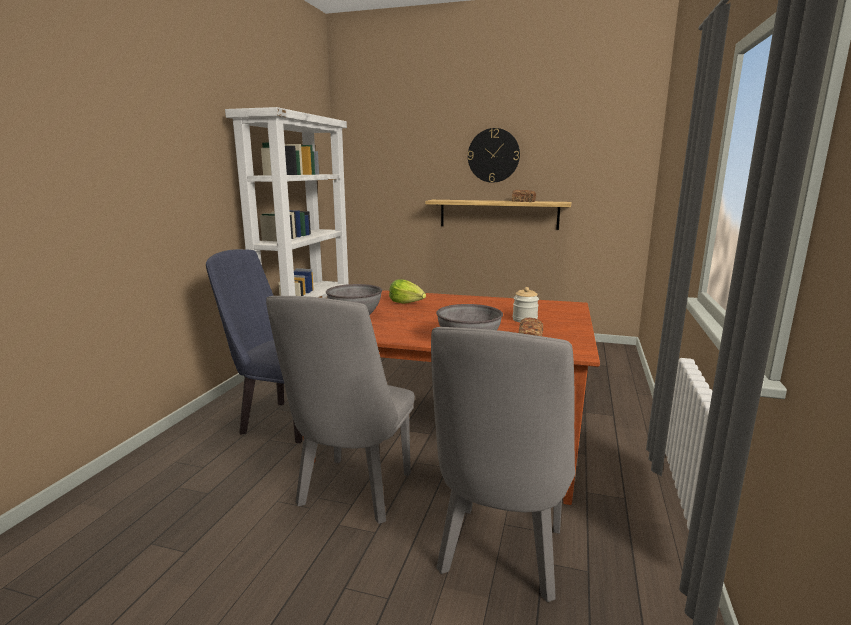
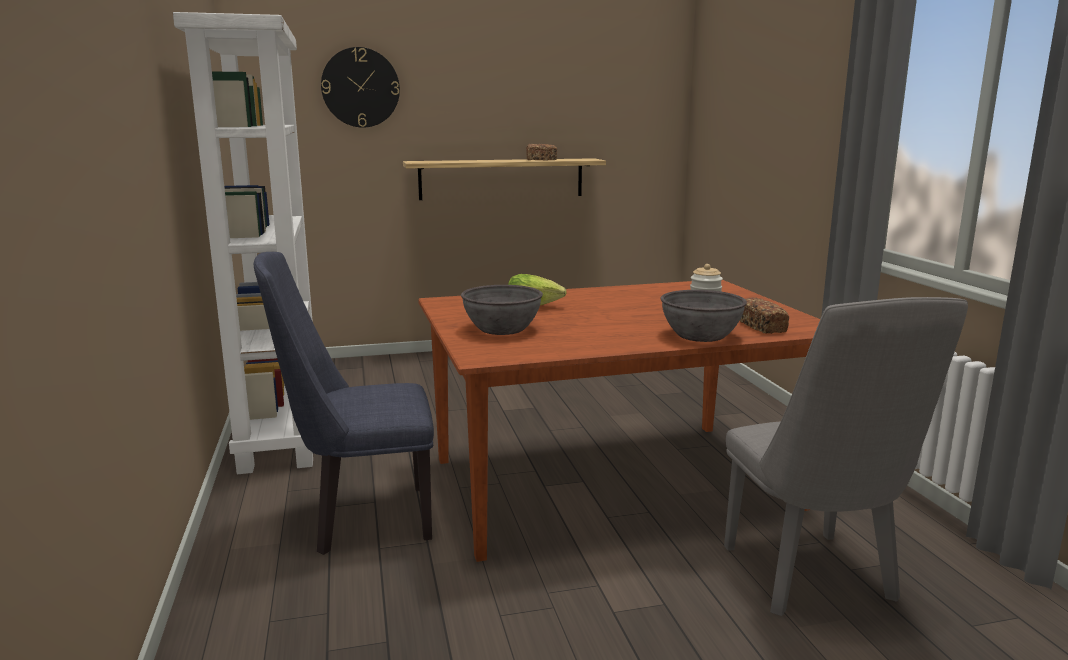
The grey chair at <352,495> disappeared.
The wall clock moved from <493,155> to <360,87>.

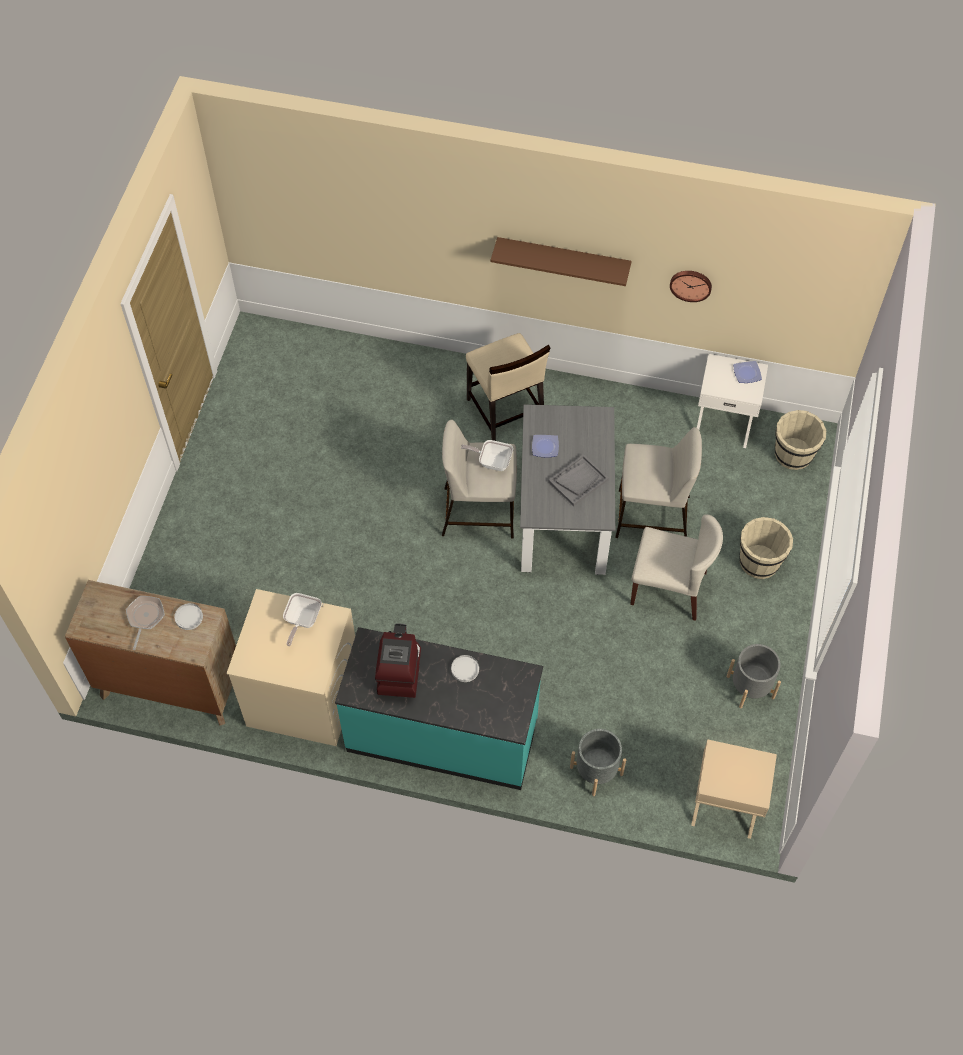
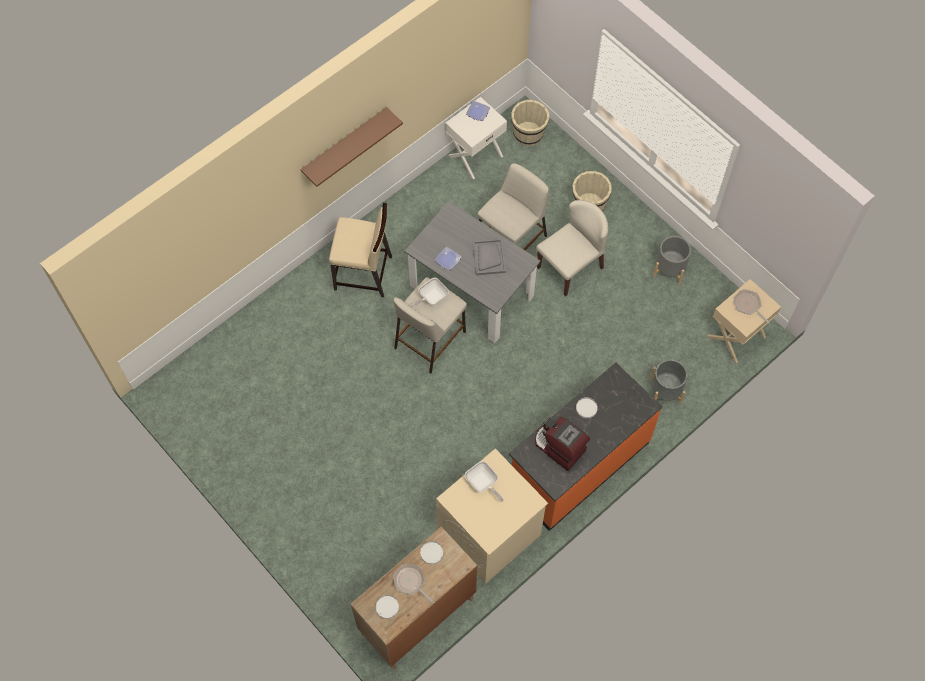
The turquoise counter at <442,735> became the orange counter at <578,465>.
The wall clock at <691,284> disappeared.
The white plate at <387,607> appeared.
The frying pan at <748,305> appeared.

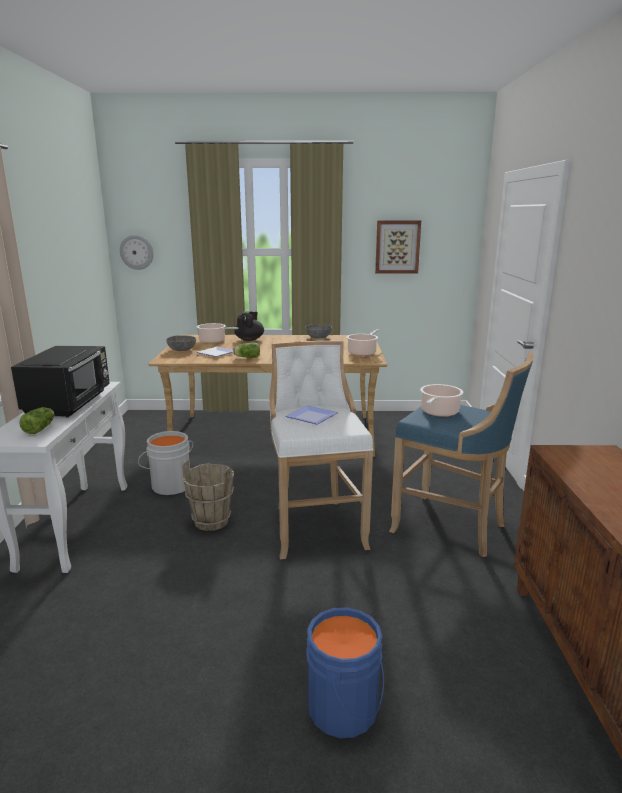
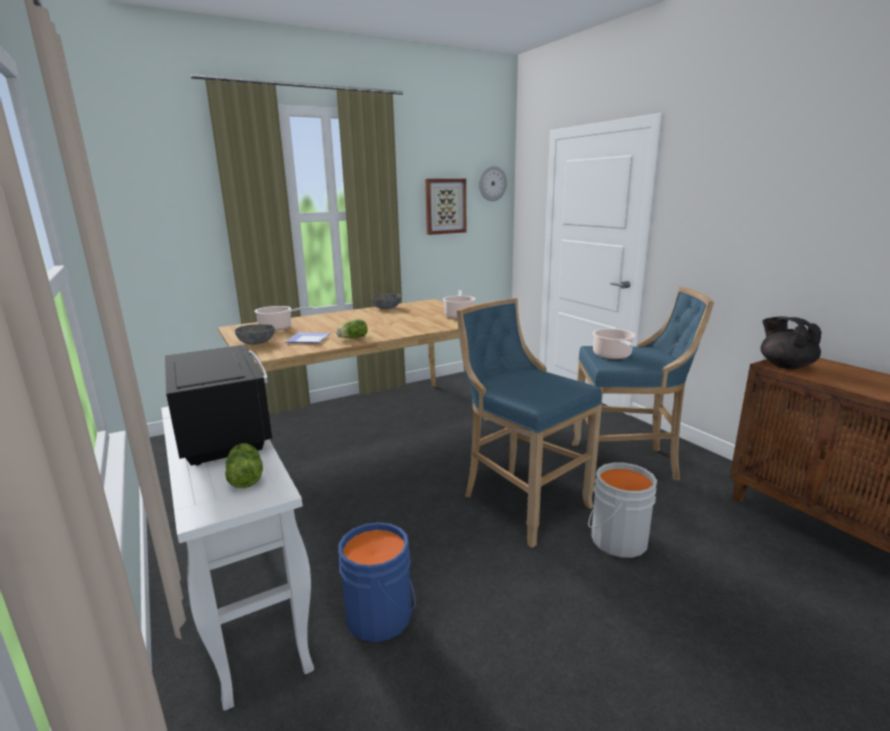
The wall clock moved from <137,252> to <492,183>.
The grey bucket moved from <171,485> to <615,539>.
The brown bucket at <211,521> disappeared.
The black teapot moved from <249,339> to <785,365>.
The white stool at <316,526> became the blue stool at <521,501>.
The plate at <309,417> disappeared.
The blue bucket moved from <346,709> to <382,615>.

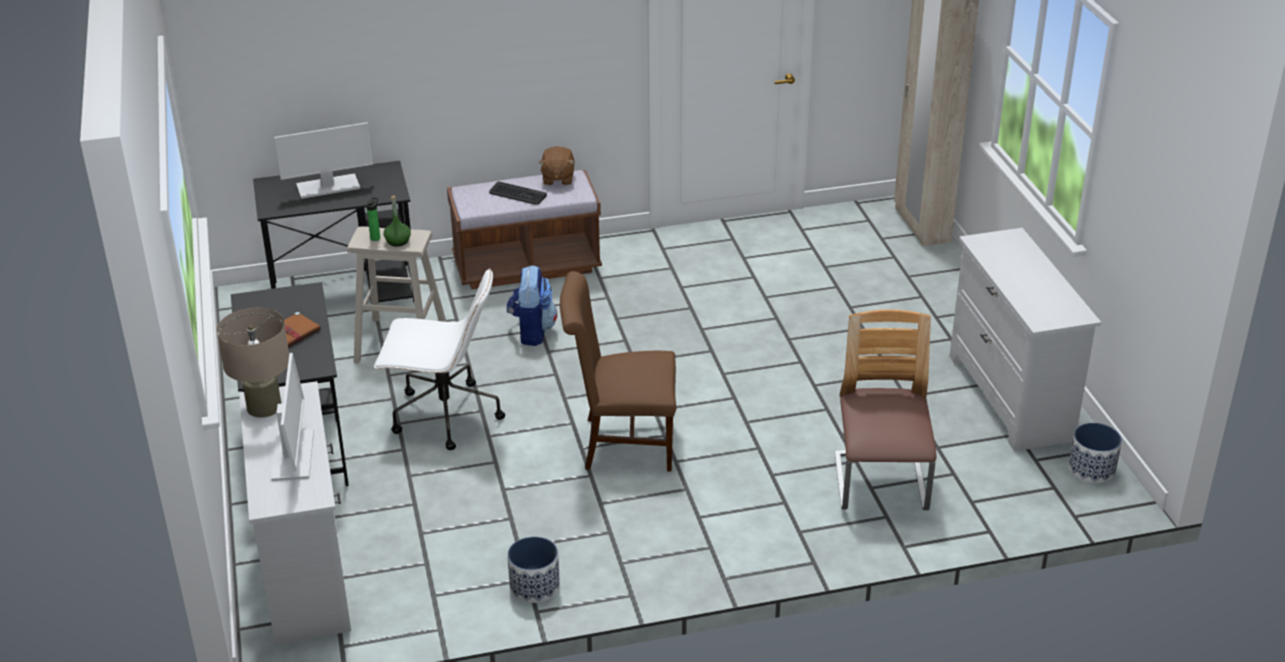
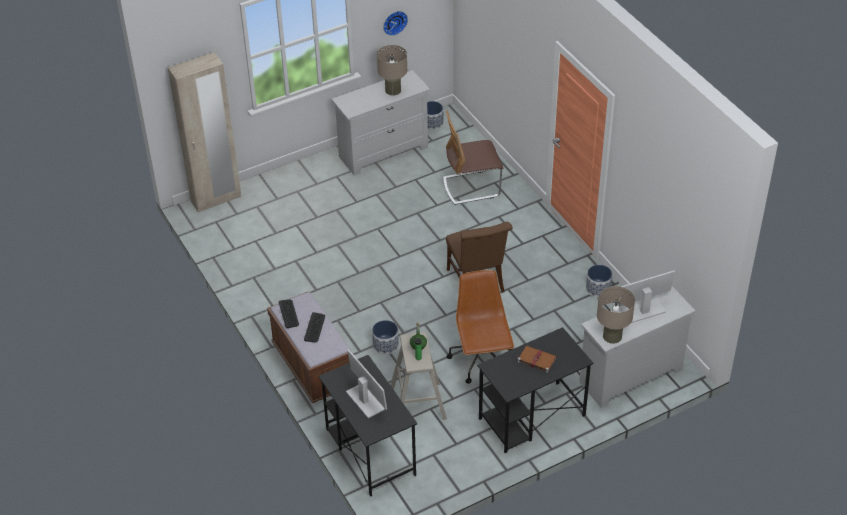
The white office chair at <444,416> became the brown office chair at <482,361>.
The backpack at <532,331> was replaced by the planter at <385,345>.
The brown plush toy at <557,178> was replaced by the keyboard at <289,314>.
The beige table lamp at <393,90> appeared.
The wall clock at <394,22> appeared.

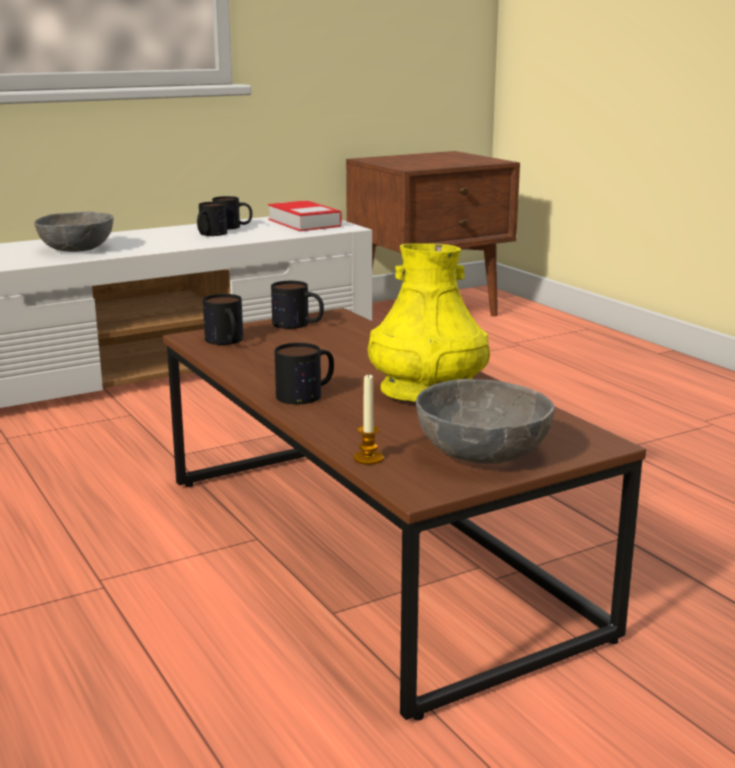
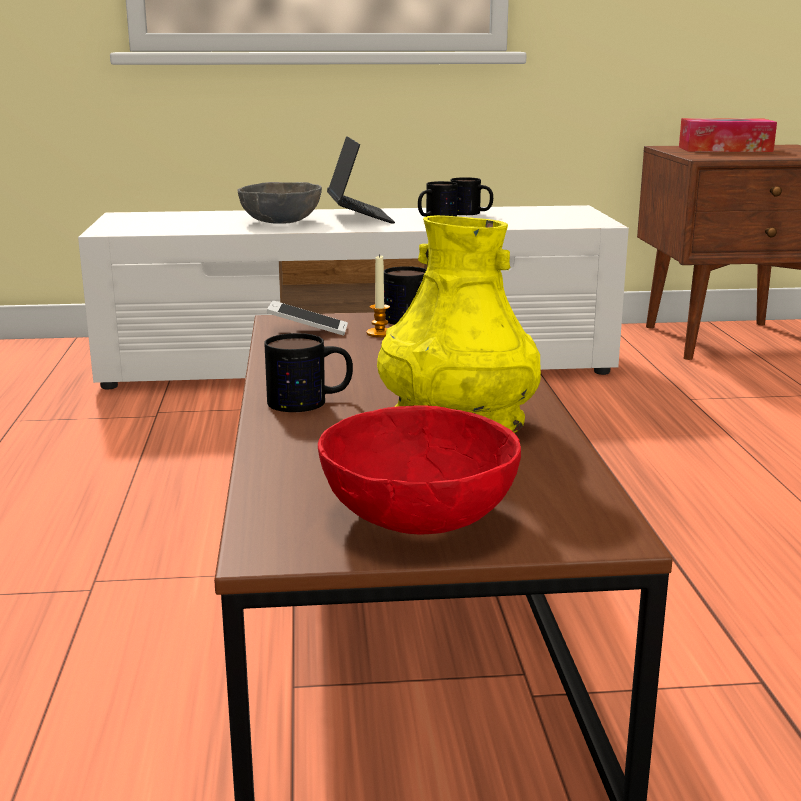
The mug at <226,342> was replaced by the phone at <308,330>.
The book at <304,223> disappeared.
The candle moved from <368,458> to <380,333>.
The grey bowl at <482,454> became the red bowl at <418,517>.
The laptop at <359,217> appeared.
The tissue box at <725,149> appeared.

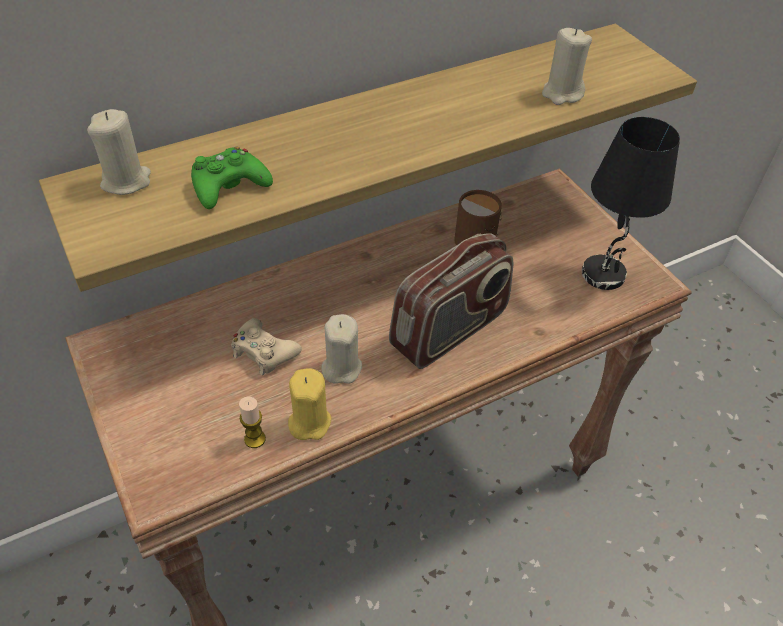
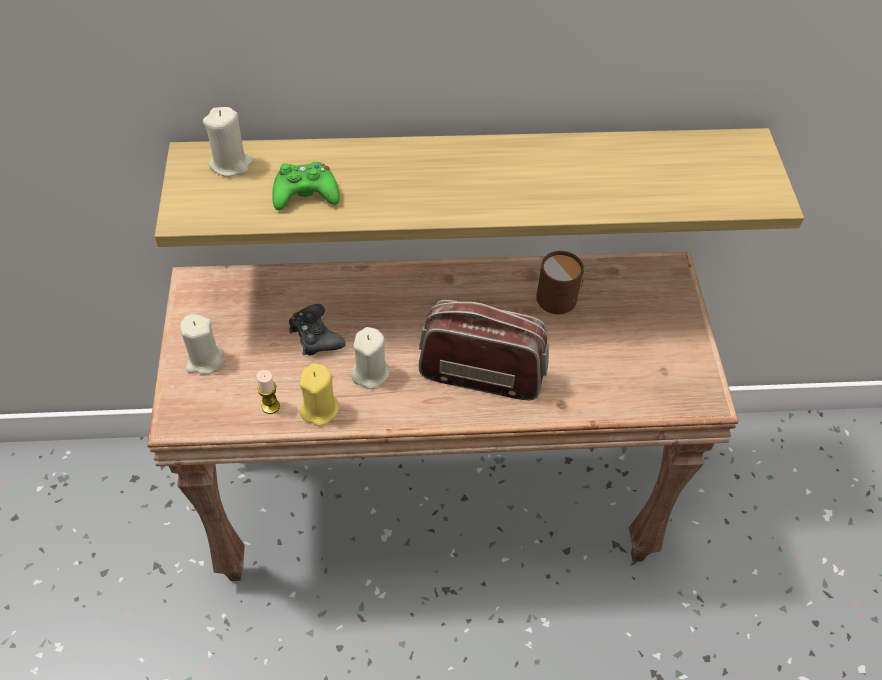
The beige game controller at <264,352> became the black game controller at <315,336>.
The radio at <450,330> turned 150 degrees counterclockwise.
The beige candle moved from <562,93> to <204,360>.
The black table lamp at <604,275> disappeared.

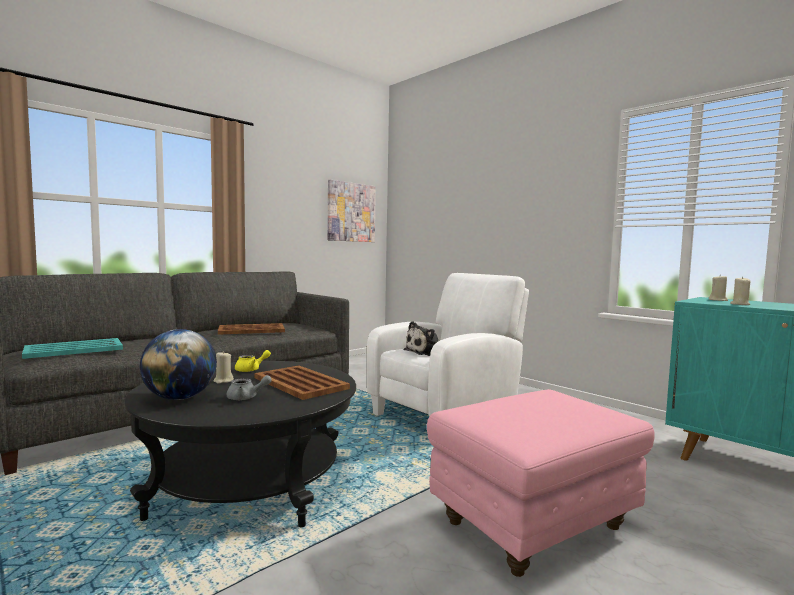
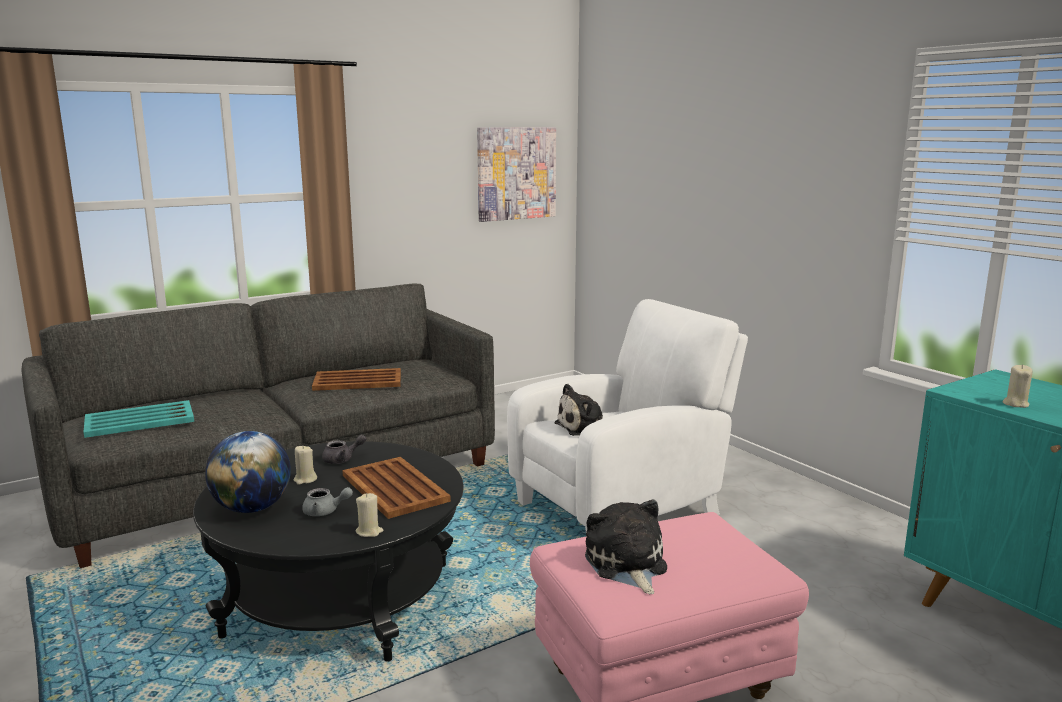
The yellow teapot at <251,369> became the grey teapot at <342,459>.
The beige candle moved from <718,300> to <369,532>.
The plush toy at <626,565> appeared.

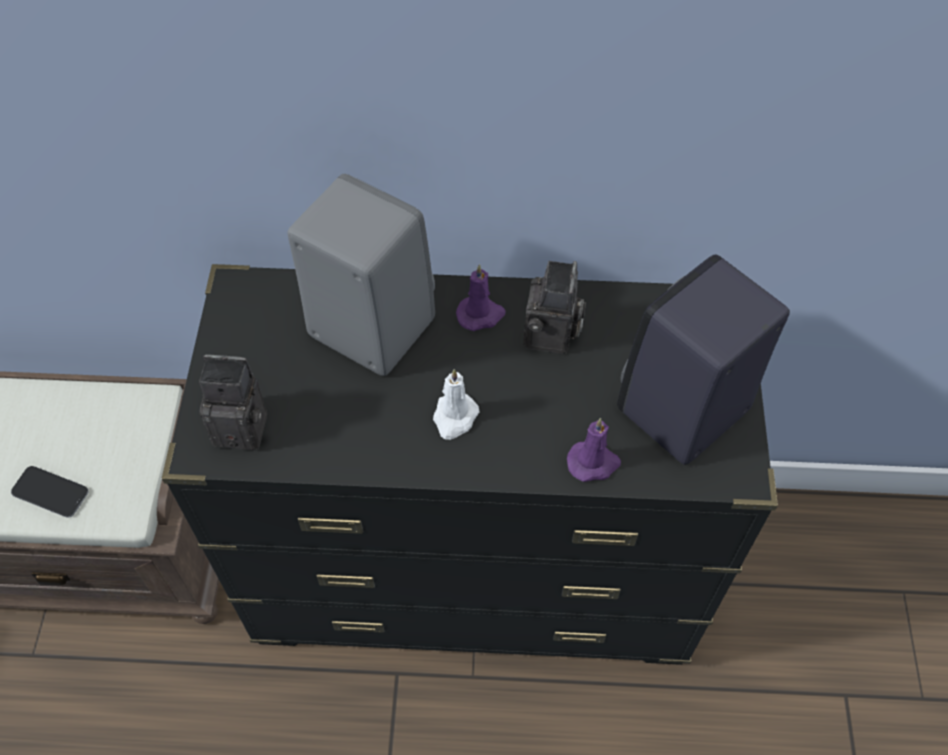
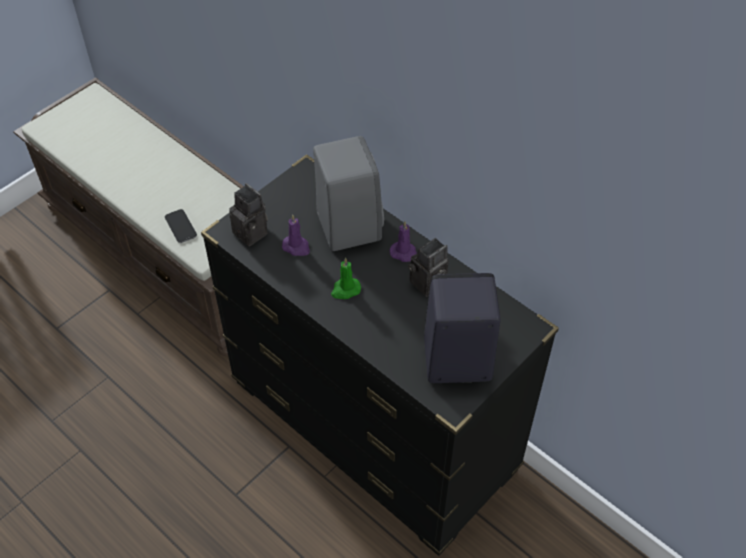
The white candle at <454,418> became the green candle at <345,290>.
The purple candle moved from <593,463> to <297,247>.

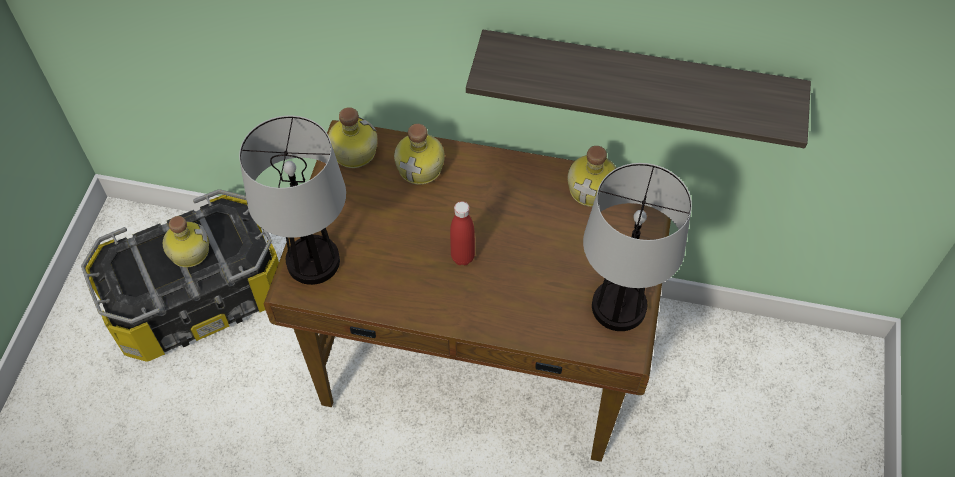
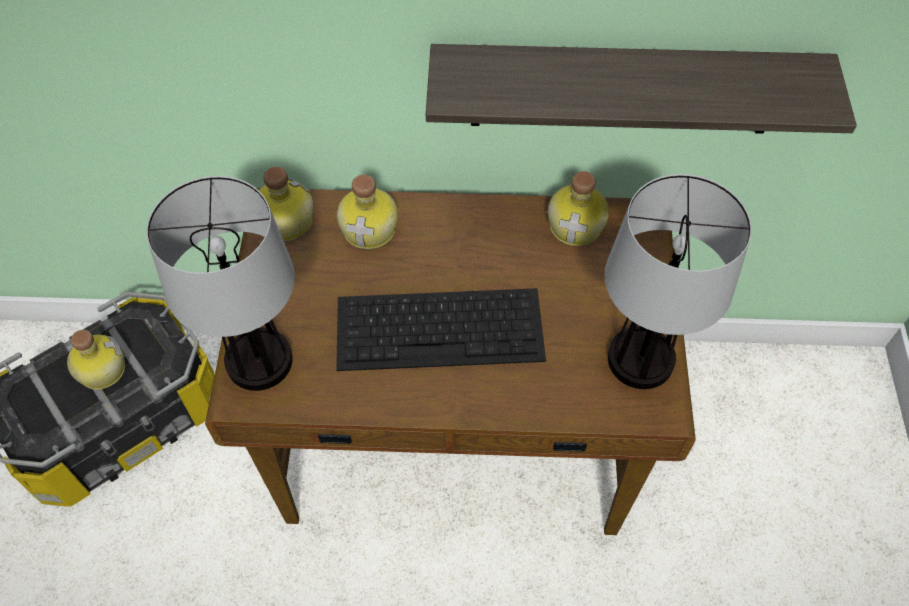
The red bottle at <462,257> was replaced by the keyboard at <441,328>.

